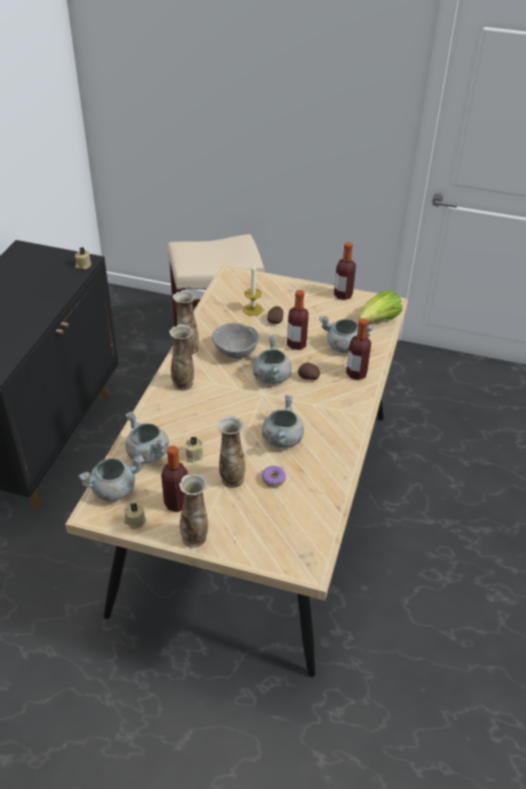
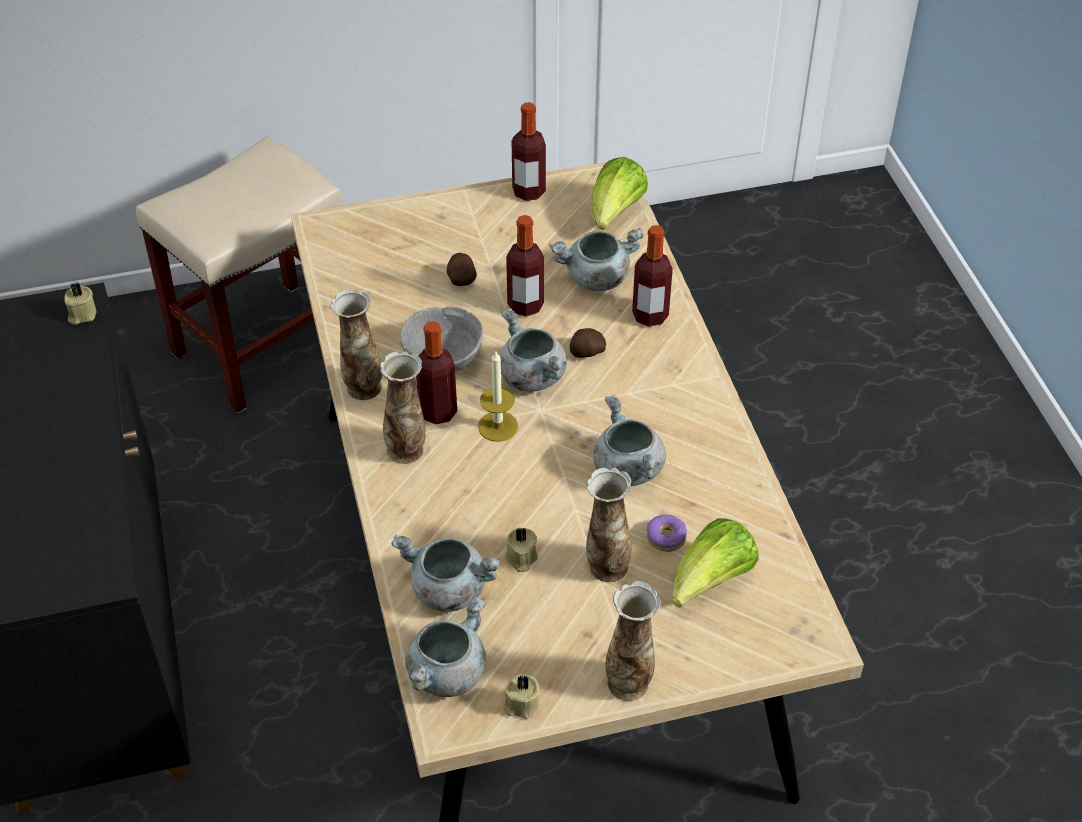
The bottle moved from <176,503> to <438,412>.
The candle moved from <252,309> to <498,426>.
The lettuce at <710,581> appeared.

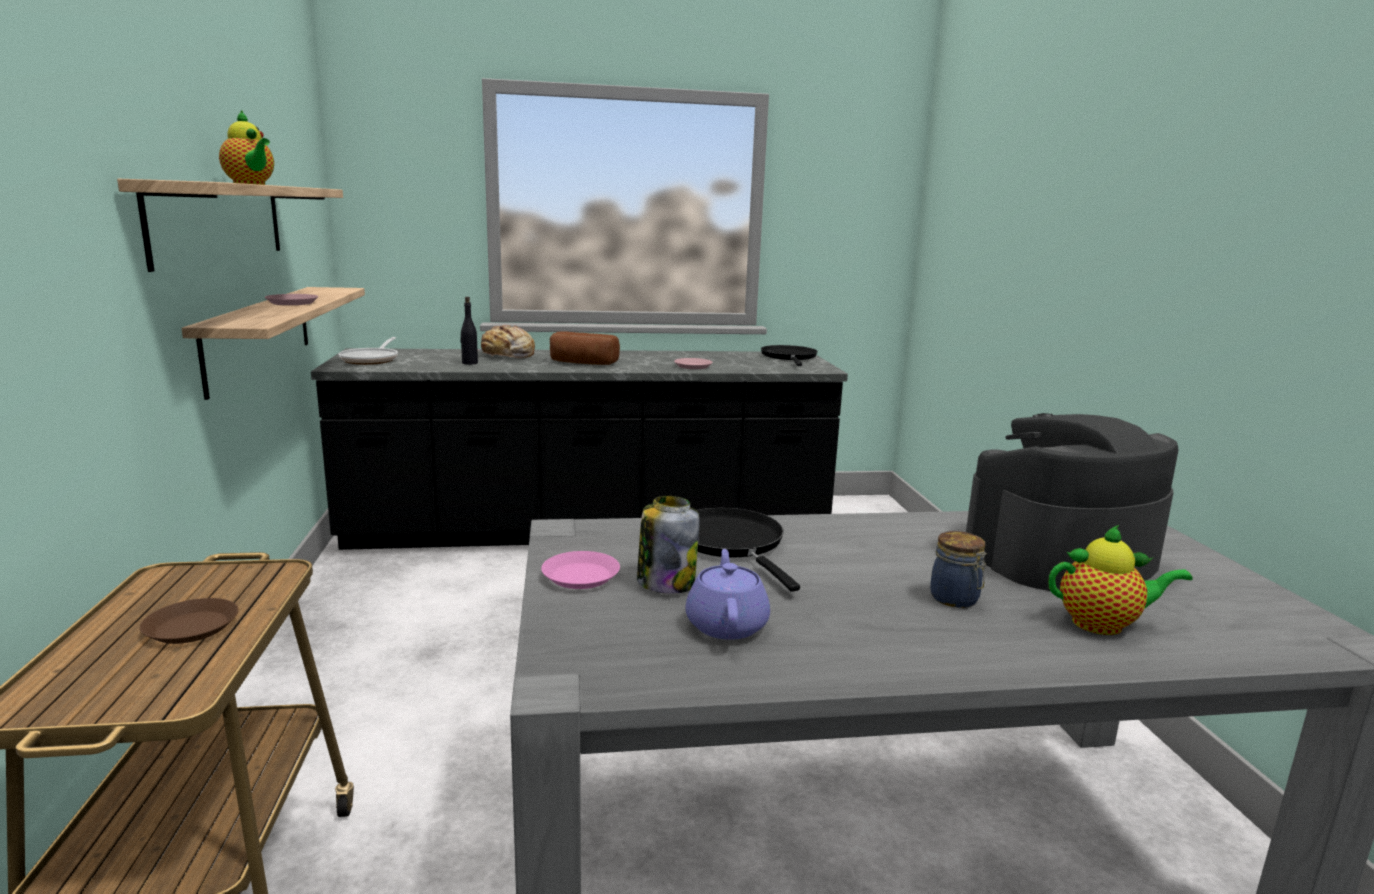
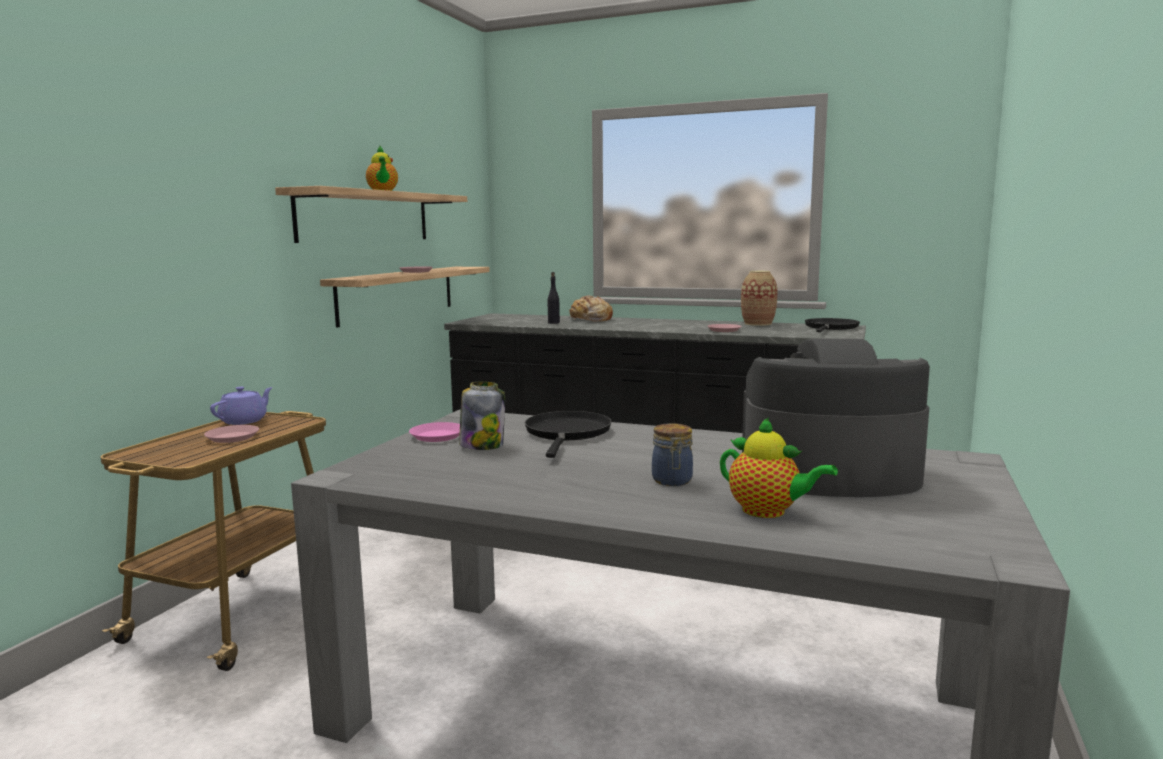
The brown plate at <192,627> became the pink plate at <233,437>.
The frying pan at <371,360> disappeared.
The bread at <581,363> disappeared.
The purple teapot moved from <726,624> to <244,421>.
The vase at <758,324> appeared.

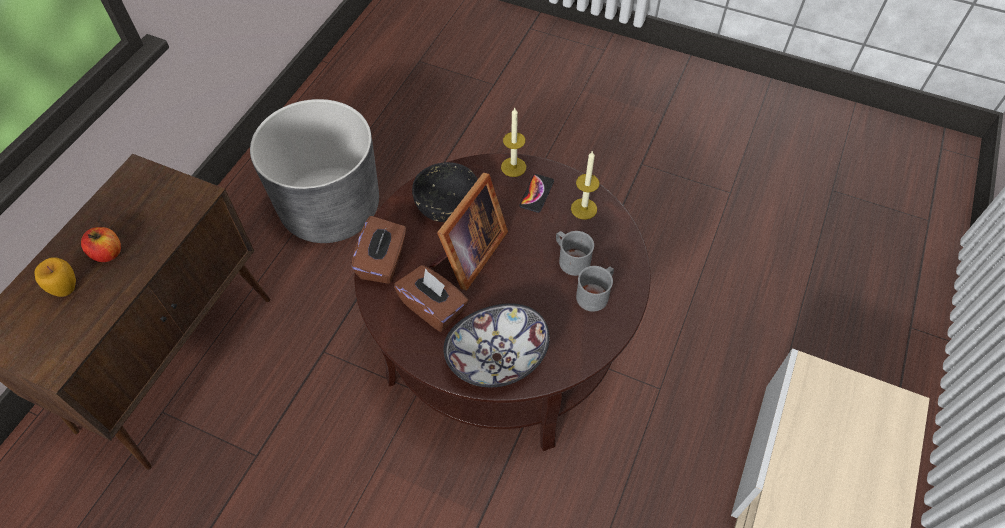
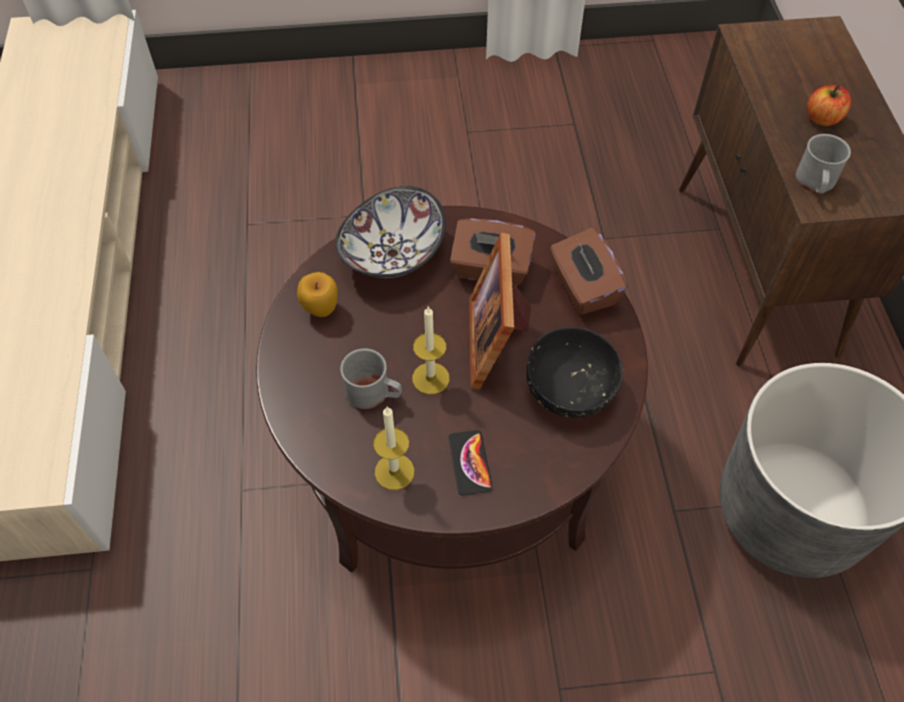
The apple moved from <66,288> to <321,310>.
The candle moved from <513,167> to <430,378>.
The grey mug moved from <595,294> to <815,183>.

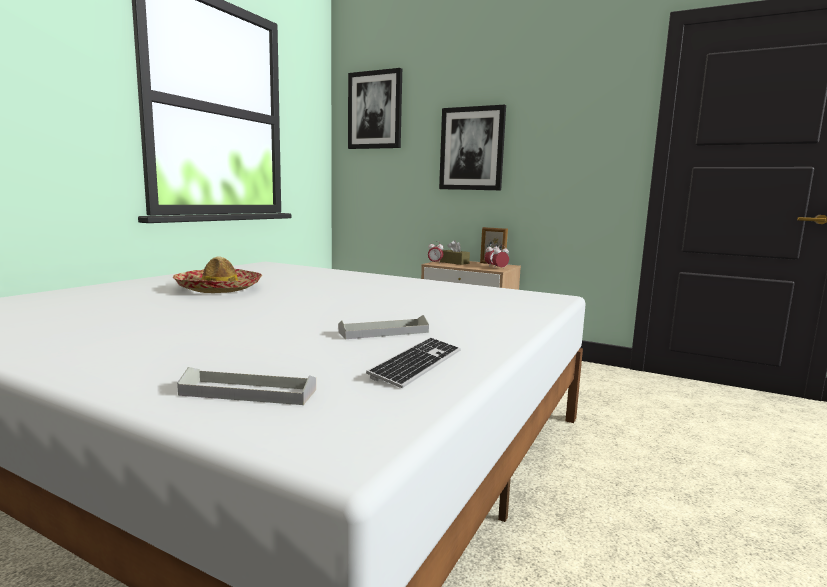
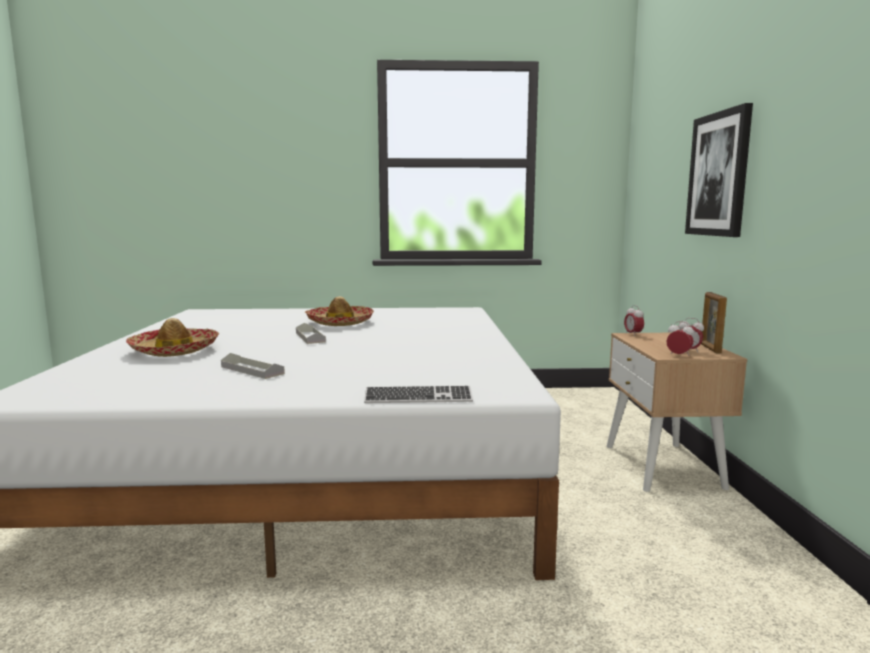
The grey tray moved from <248,392> to <310,337>.
The picture at <375,110> disappeared.
The keyboard moved from <417,364> to <418,398>.
The brown tissue box at <454,262> disappeared.
The hat at <175,351> appeared.

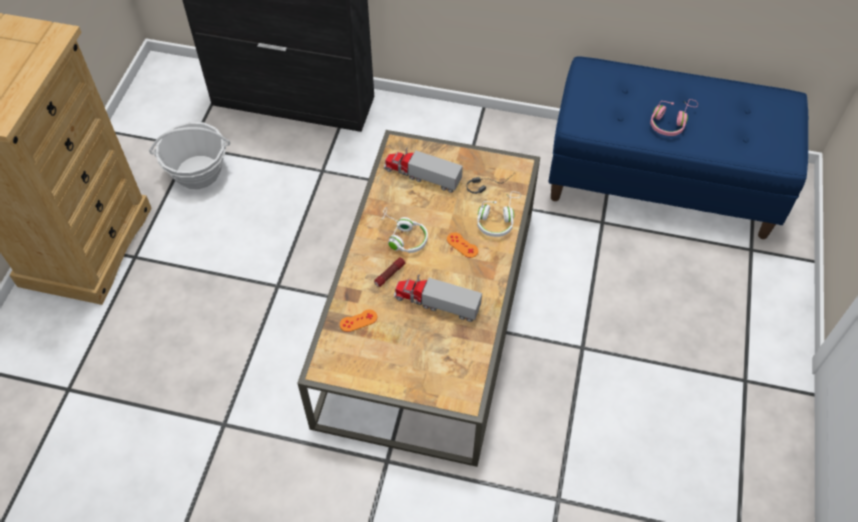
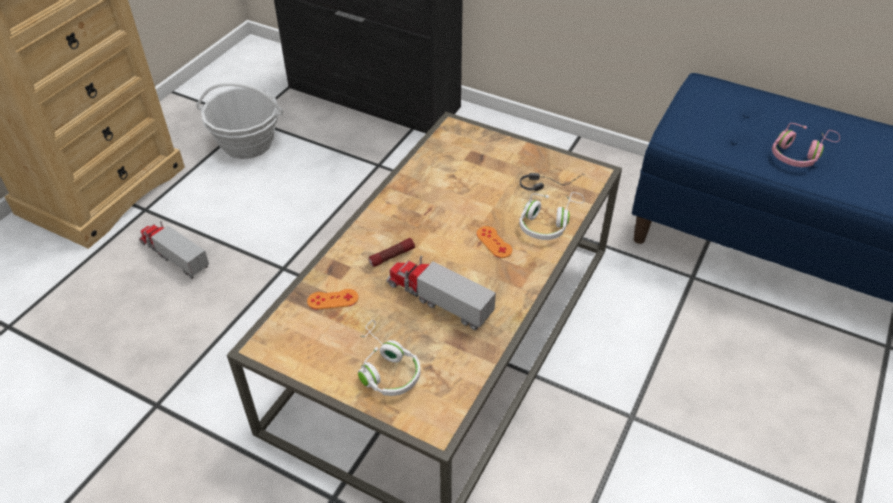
The white headphones moved from <402,236> to <385,368>.
The toy truck moved from <422,175> to <174,255>.

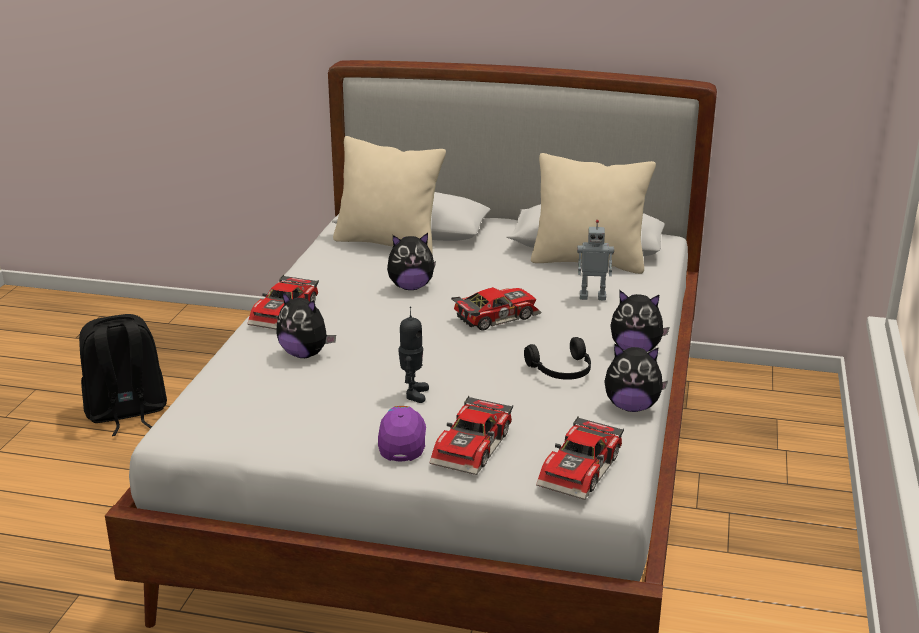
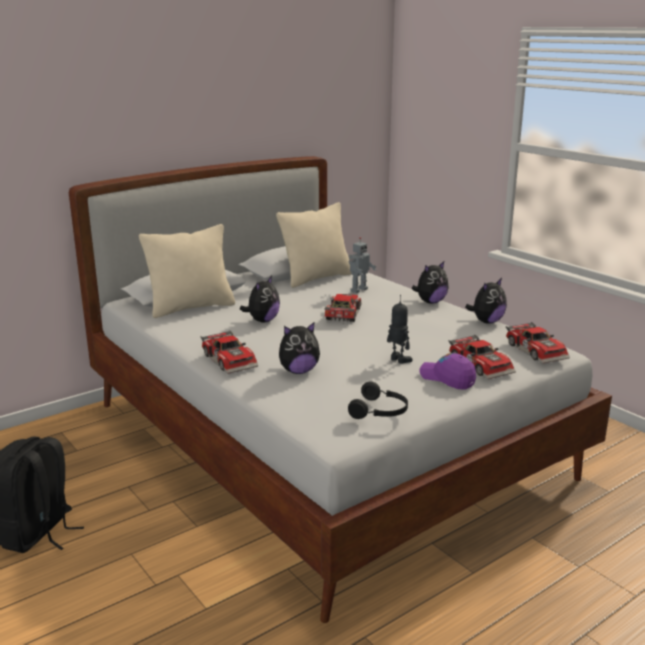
The black headphones moved from <562,371> to <380,411>.

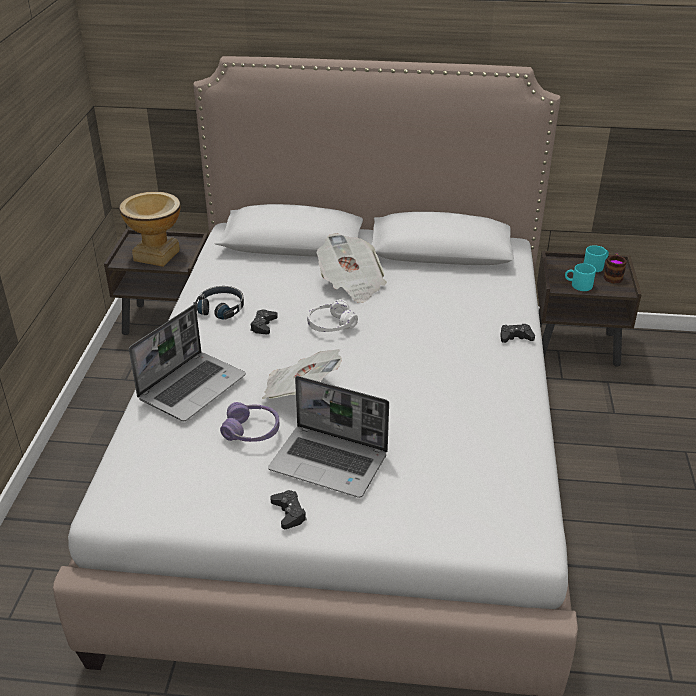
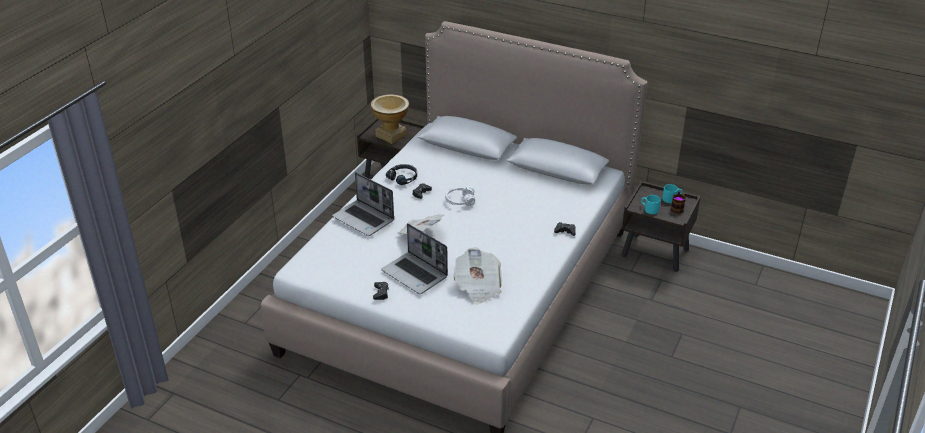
The laptop at <192,387> turned 75 degrees clockwise.
The purple headphones at <251,431> disappeared.
The newspaper moved from <351,284> to <478,287>.

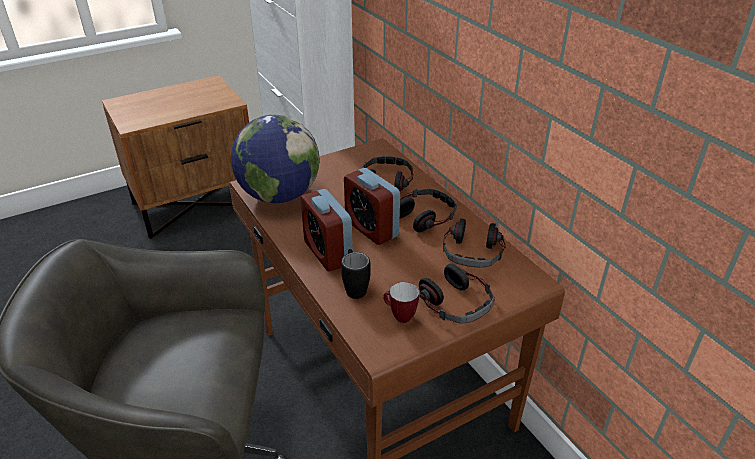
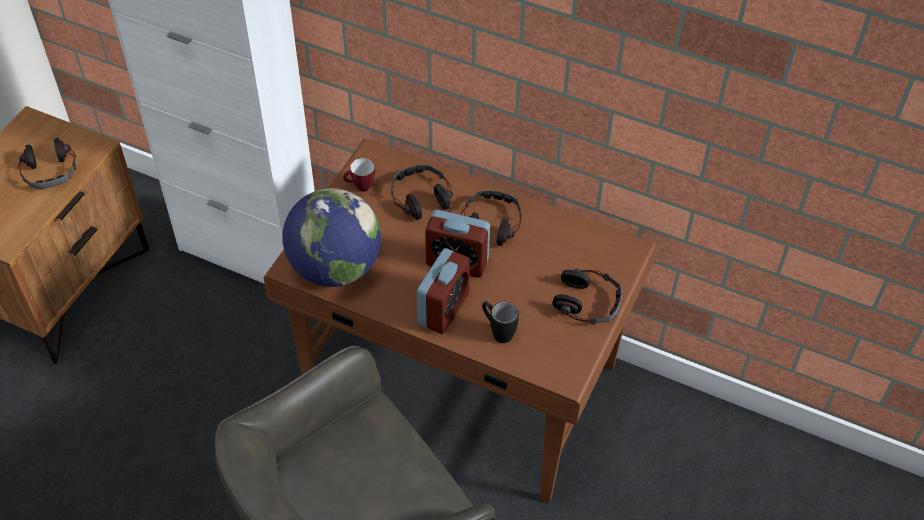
The alarm clock at <328,253> turned 90 degrees counterclockwise.
The mug moved from <399,316> to <360,187>.
The headphones moved from <473,252> to <50,170>.

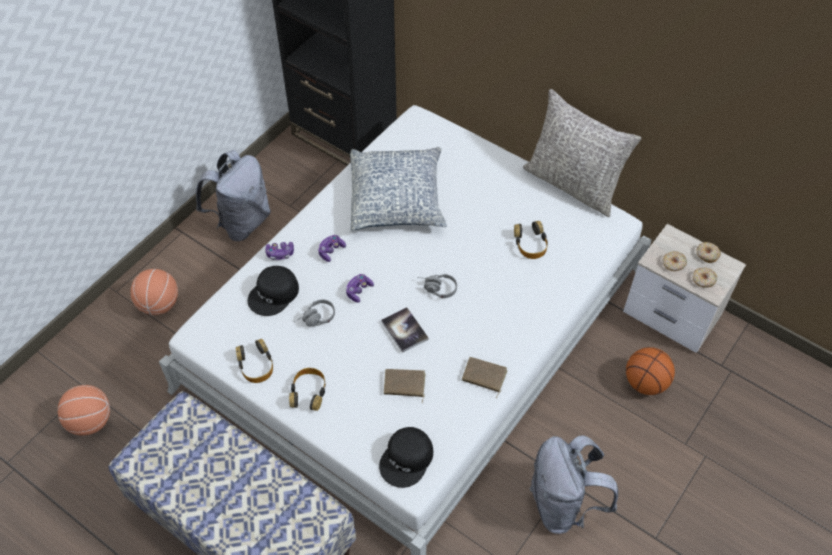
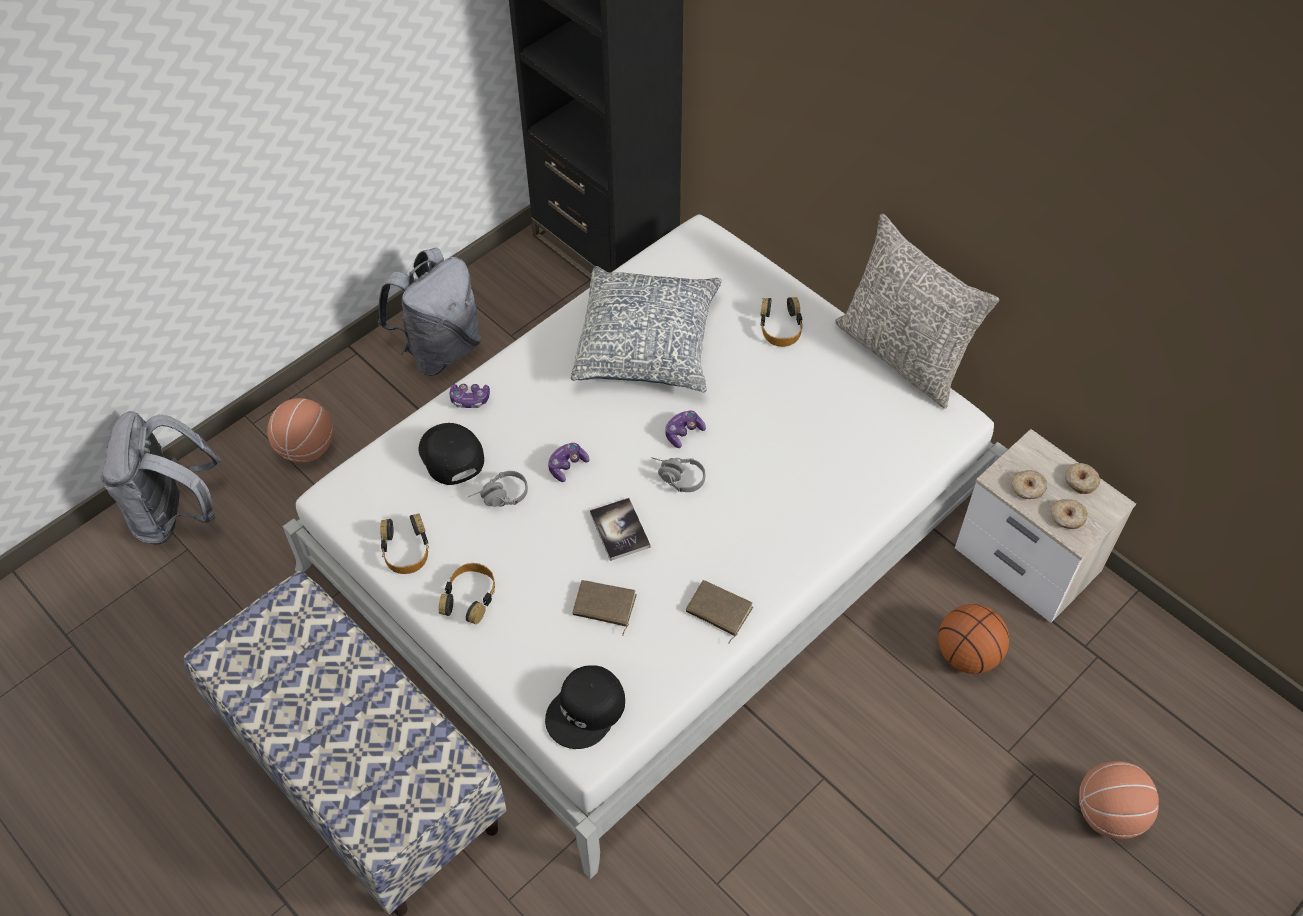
The basketball moved from <91,421> to <1109,813>.
The black cap at <274,294> turned 105 degrees clockwise.
The game controller moved from <331,251> to <683,433>.
The headphones moved from <530,243> to <780,326>.
The grey backpack moved from <563,504> to <176,514>.

